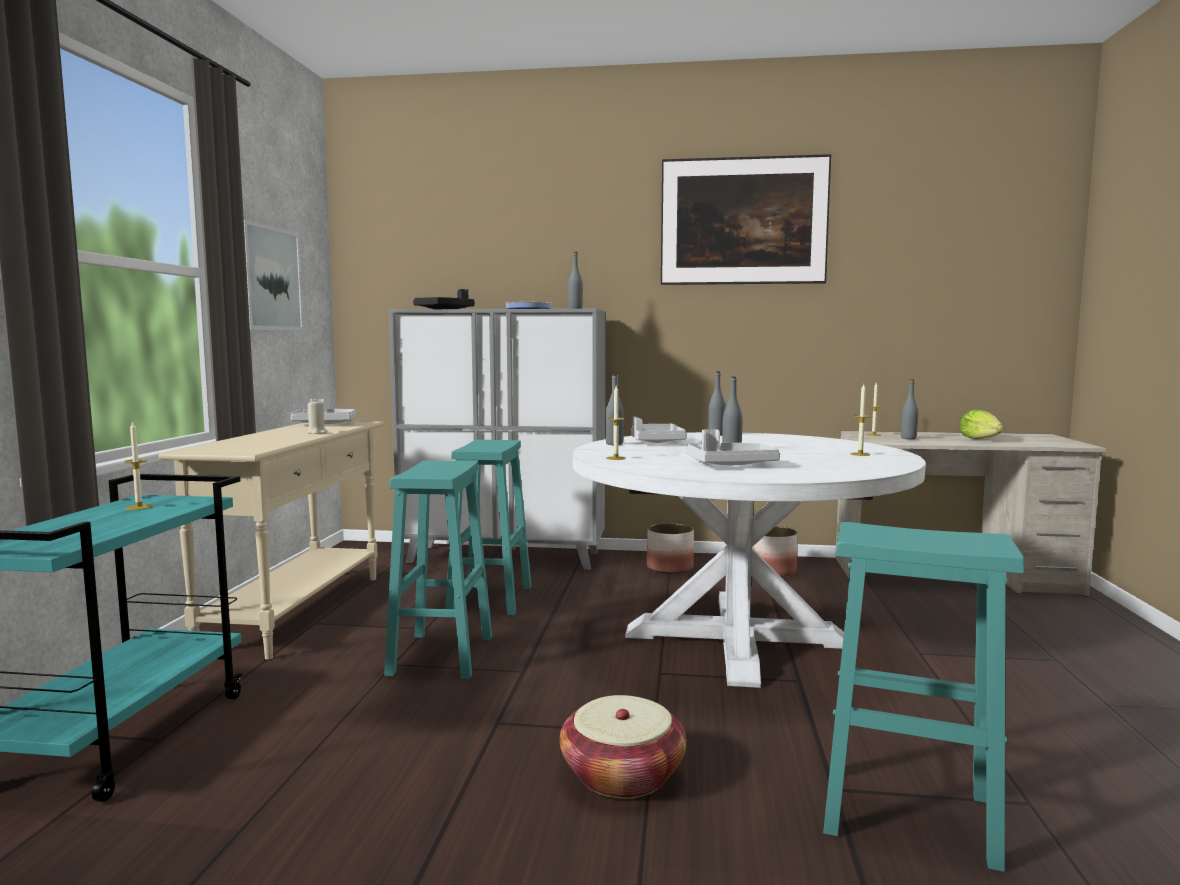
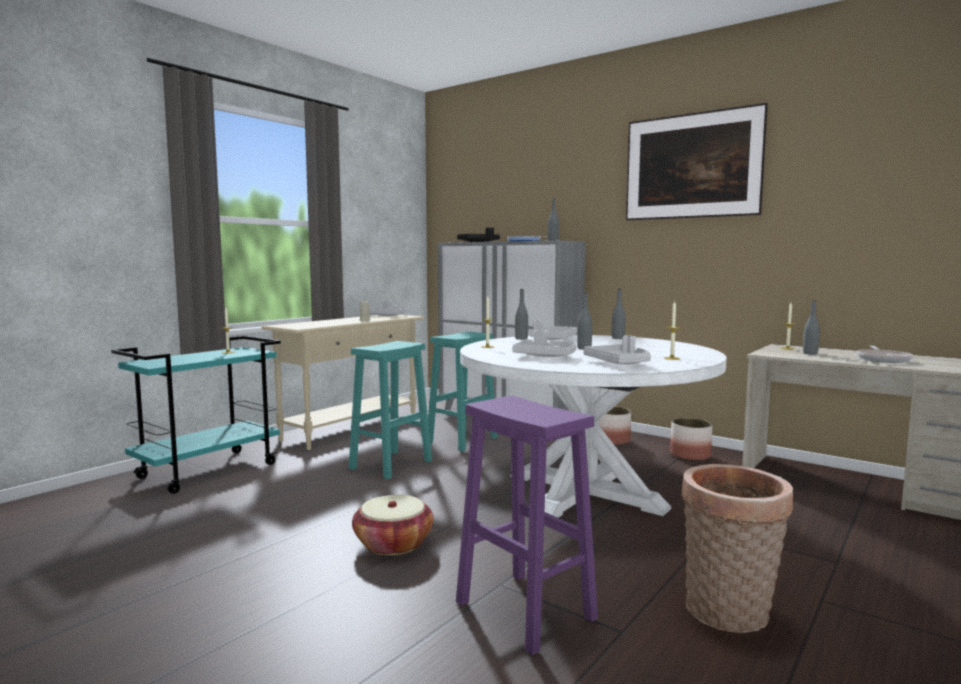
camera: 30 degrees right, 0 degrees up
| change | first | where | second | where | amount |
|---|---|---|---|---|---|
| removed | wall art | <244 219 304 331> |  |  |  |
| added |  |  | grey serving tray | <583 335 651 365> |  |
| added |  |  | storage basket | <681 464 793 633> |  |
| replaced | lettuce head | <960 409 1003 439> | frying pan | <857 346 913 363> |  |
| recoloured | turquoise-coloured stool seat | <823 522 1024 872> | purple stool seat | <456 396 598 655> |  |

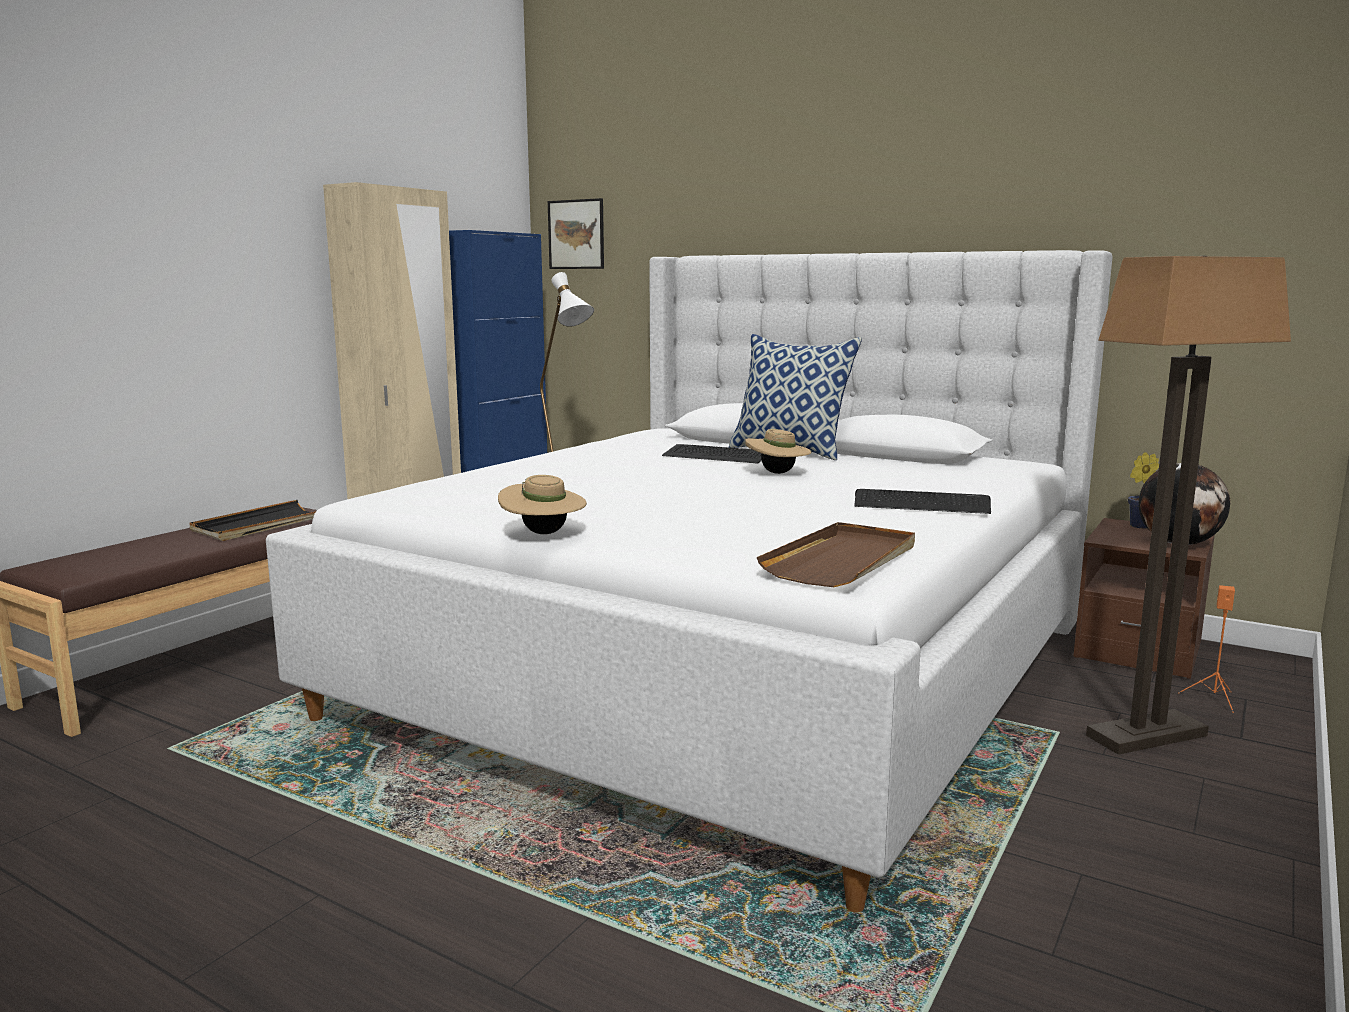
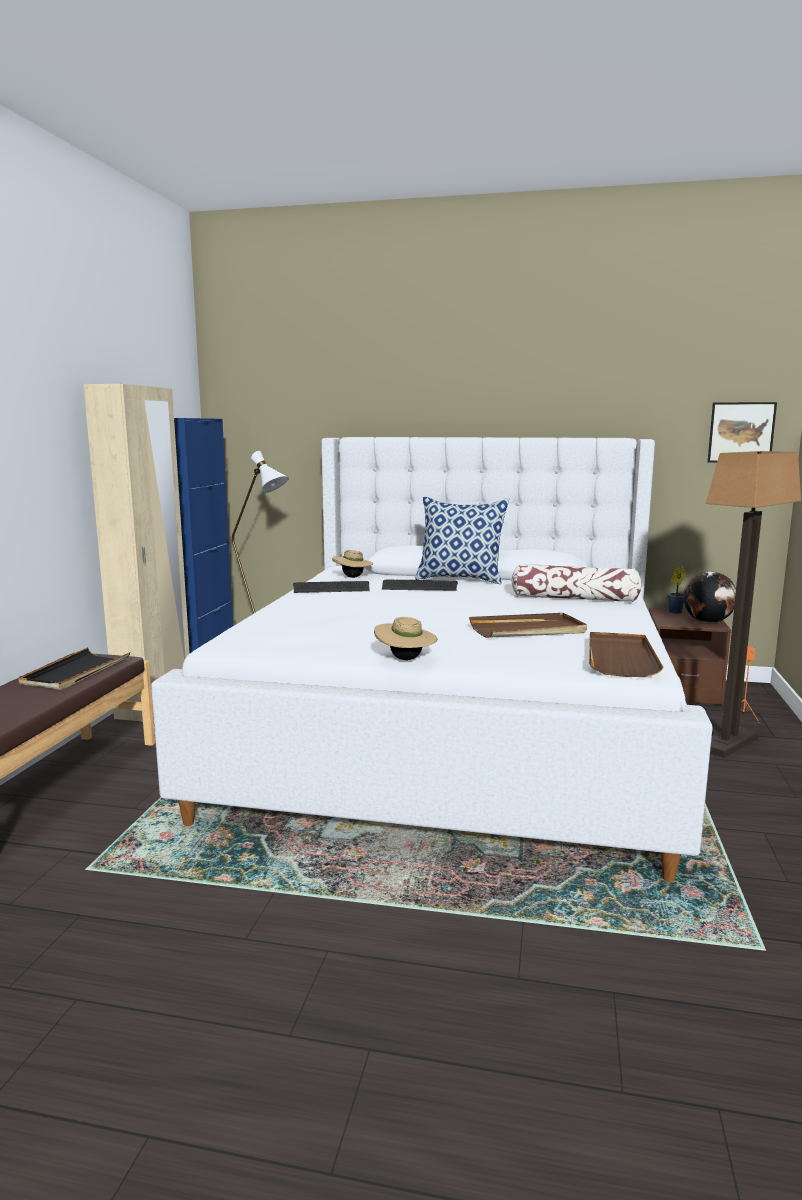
camera: 20 degrees left, 0 degrees up
| change | first | where | second | where | amount |
|---|---|---|---|---|---|
| added |  |  | brownish serving tray | <469 613 587 638> |  |
| added |  |  | throw pillow | <512 564 642 602> |  |
| moved | wall art | <548 198 604 269> |  | <708 402 777 463> |  |
| moved | sand-coloured hat | <745 429 812 474> |  | <332 550 373 578> |  |
| moved | keyboard | <854 489 991 514> |  | <293 581 370 593> |  |

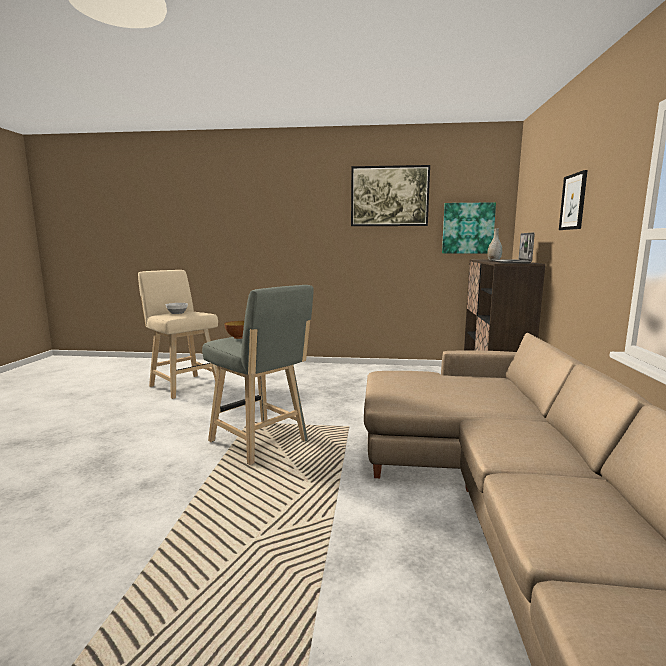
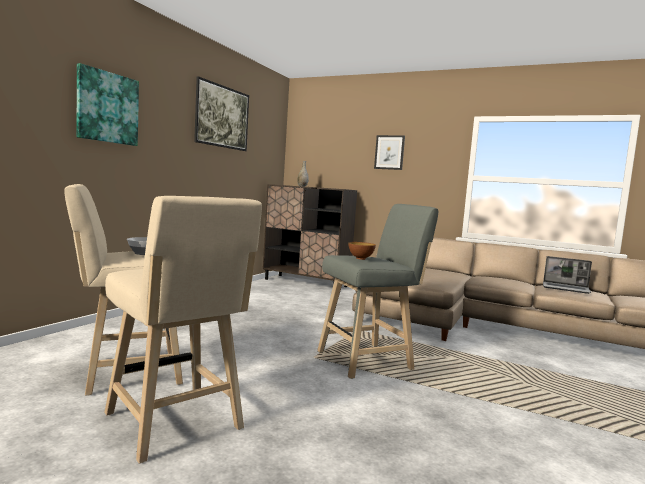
camera: 70 degrees left, 5 degrees down
| change | first | where | second | where | amount |
|---|---|---|---|---|---|
| added |  |  | sand-coloured stool seat | <105 196 262 464> |  |
| moved | wall art | <442 202 496 253> |  | <77 63 139 146> |  |
| moved | notebook computer | <492 232 535 264> |  | <543 256 592 294> |  |

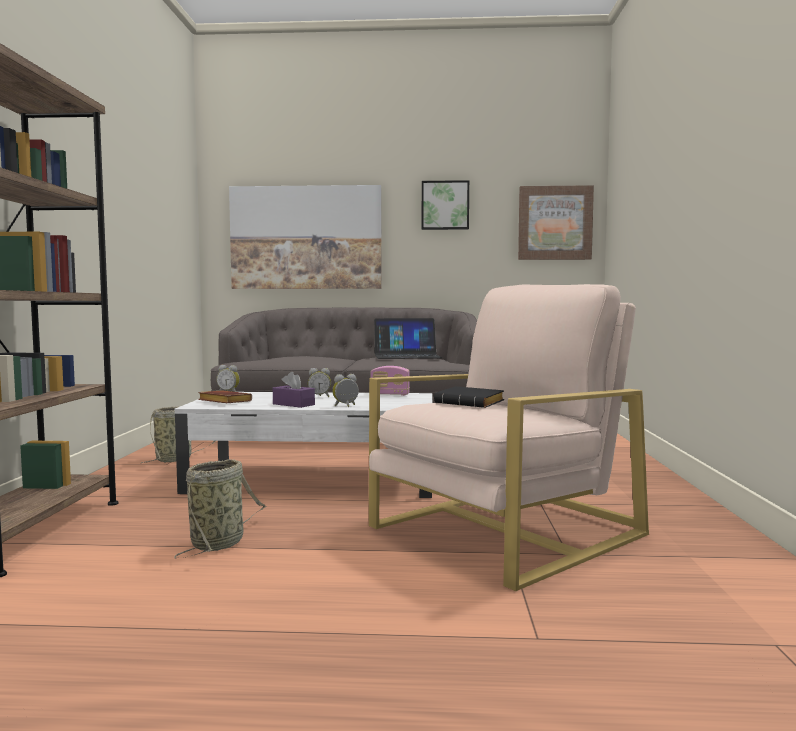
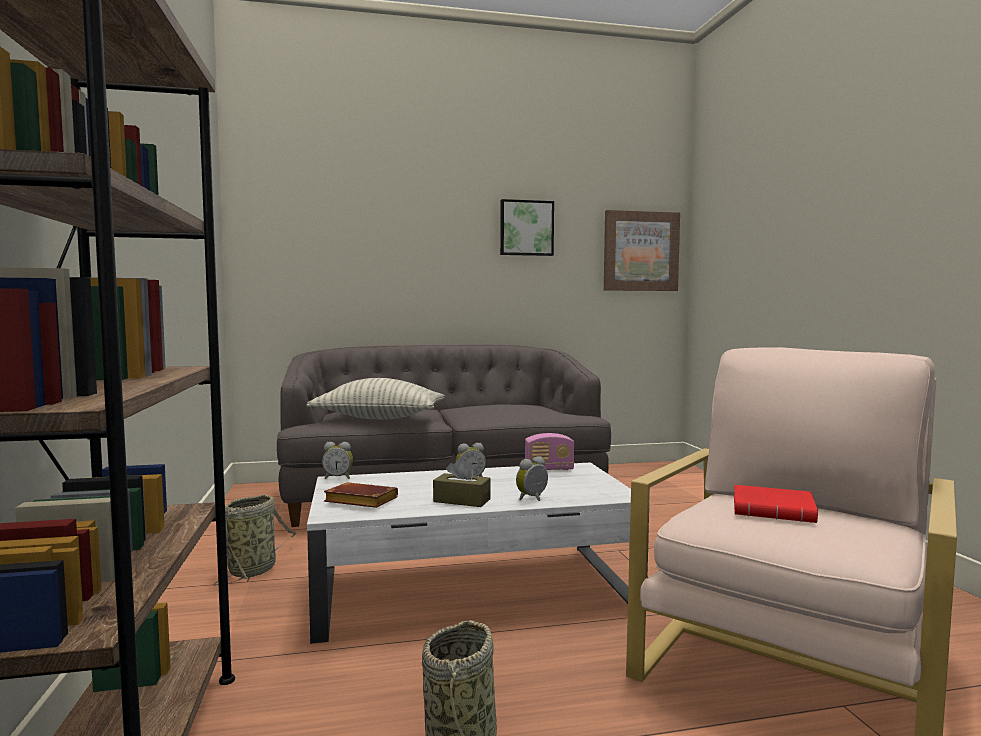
camera: 15 degrees left, 0 degrees up
| change | first | where | second | where | amount |
|---|---|---|---|---|---|
| removed | wall art | <229 185 382 289> |  |  |  |
| removed | notebook computer | <374 318 442 359> |  |  |  |
| added |  |  | throw pillow | <306 378 445 419> |  |
| recoloured | purple box of tissues | <273 372 315 408> | brownish box of tissues | <433 458 491 507> |  |
| recoloured | blackish bound book | <434 386 504 408> | reddish bound book | <734 485 818 523> |  |

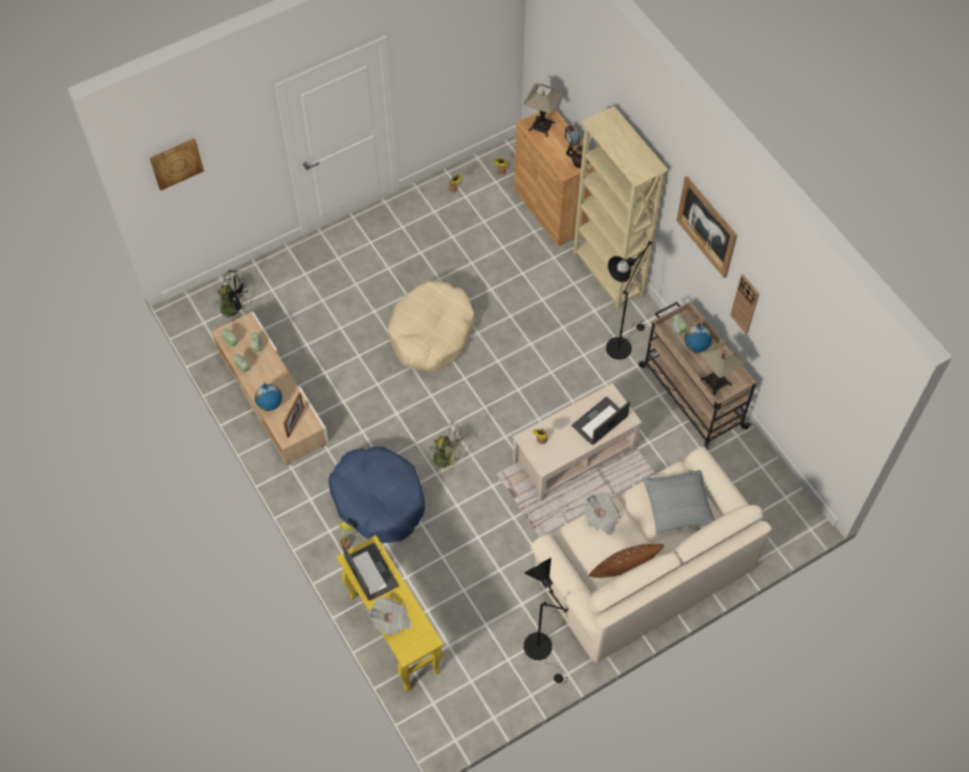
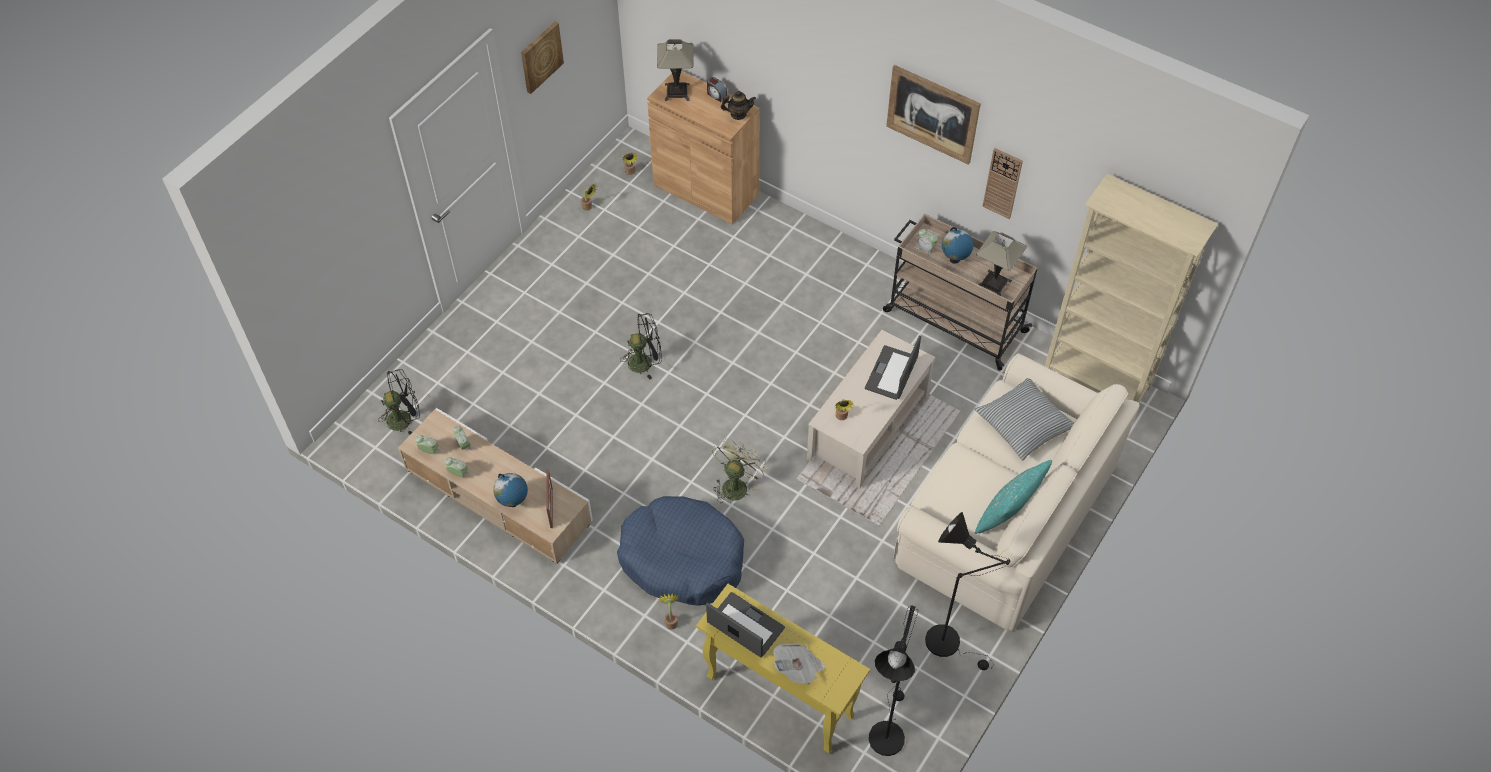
camera: 25 degrees left, 5 degrees down
| change | first | where | second | where | amount |
|---|---|---|---|---|---|
| removed | newspaper | <583 492 621 535> |  |  |  |
| moved | wall art | <150 139 204 190> |  | <521 22 564 94> |  |
| moved | sand-coloured bookshelf | <573 106 668 310> |  | <1045 174 1218 403> |  |
| moved | blackish standing lamp | <606 240 652 360> |  | <869 605 918 756> |  |
| replaced | sand-coloured dog bed | <388 281 476 372> | blackish cooling fan | <620 313 662 380> |  |
| recoloured | brownish throw pillow | <588 544 664 578> | turquoise-coloured throw pillow | <975 460 1052 534> |  |
| turned | green-coloured cooling fan | <431 422 467 476> |  | <712 438 767 502> | 60 degrees counterclockwise |

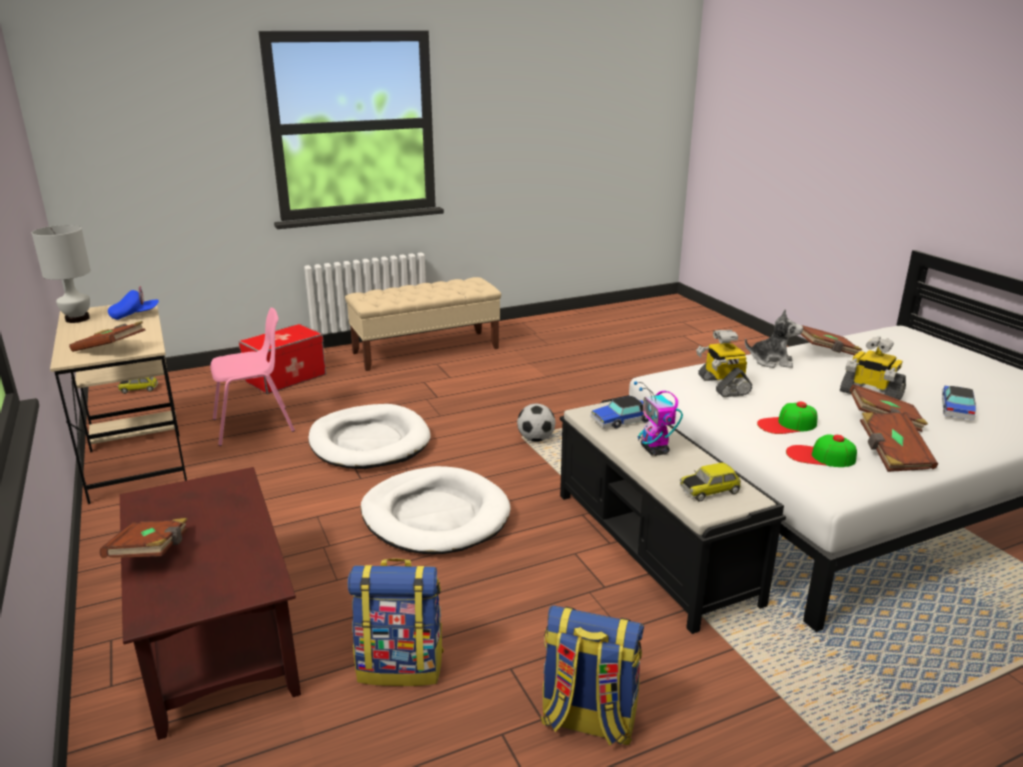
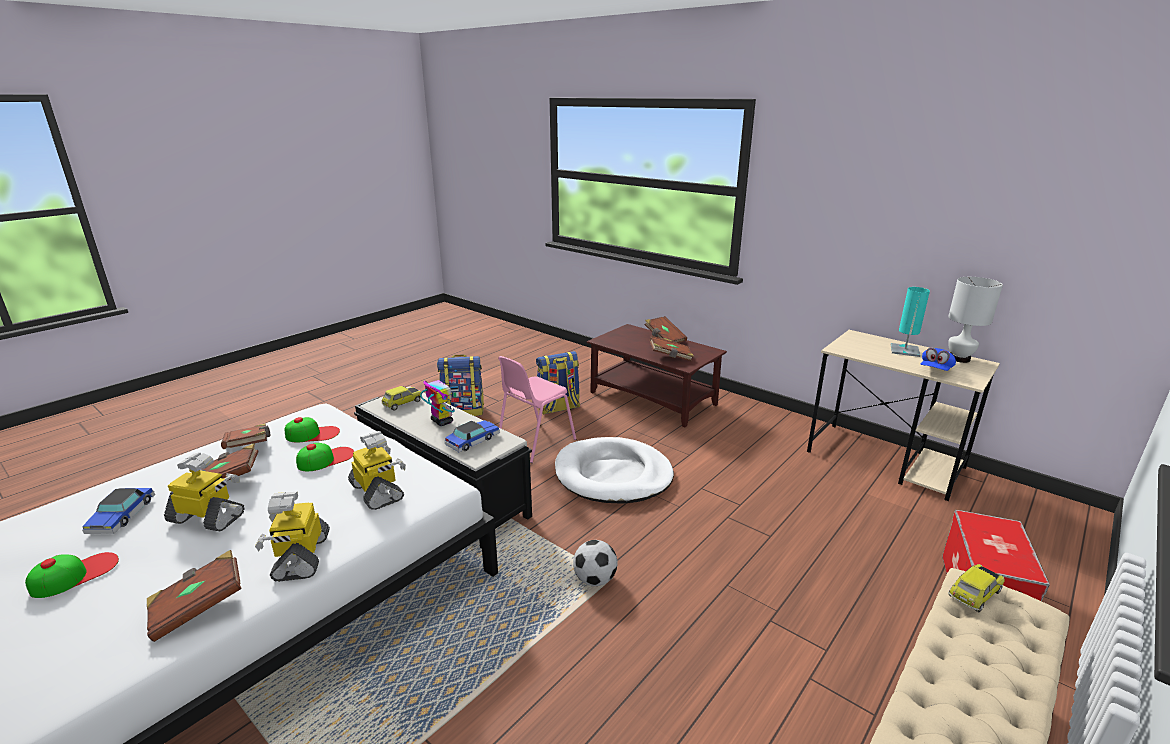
camera: 155 degrees right, 0 degrees up
| change | first | where | second | where | amount |
|---|---|---|---|---|---|
| removed | white-coloured dog bed | <308 404 430 469> |  |  |  |
| added |  |  | baseball cap | <25 552 119 598> |  |
| added |  |  | turquoise-coloured tabletop lamp | <891 287 930 357> |  |
| moved | brownish bound book | <69 321 146 352> |  | <650 336 694 361> |  |
| moved | miniature car | <118 377 158 394> |  | <948 564 1005 612> |  |
| moved | pink plain chair | <210 308 295 446> |  | <498 356 576 463> |  |
| replaced | plush toy | <745 309 803 368> | toy robot | <255 492 330 582> |  |

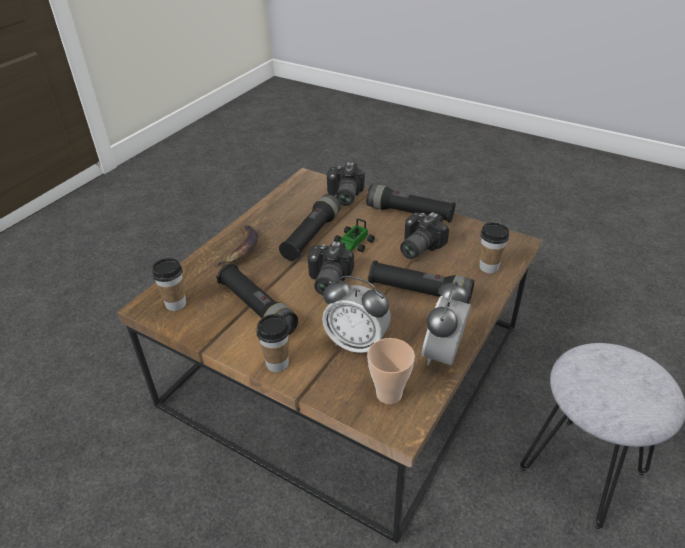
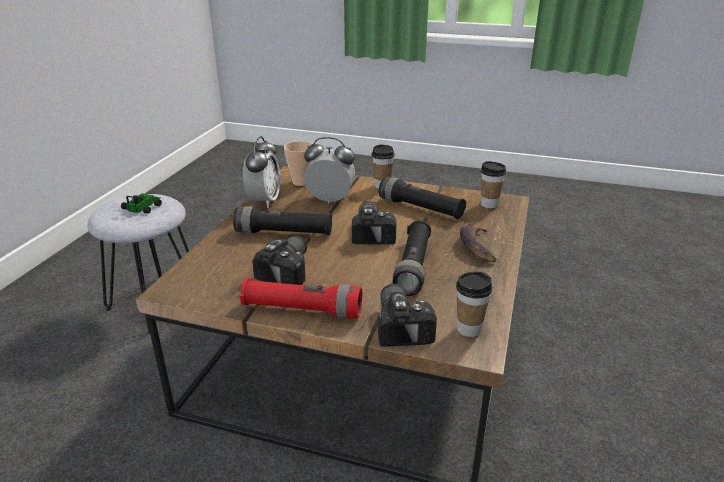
camera: 165 degrees right, 10 degrees down
| change | first | where | second | where | amount |
|---|---|---|---|---|---|
| moved | miniature car | <334 218 375 252> |  | <121 193 162 214> |  |
| moved | cup | <480 222 509 273> |  | <456 272 492 337> |  |
| recoloured | blackish flashlight | <366 184 456 222> | reddish flashlight | <240 278 362 319> |  |

